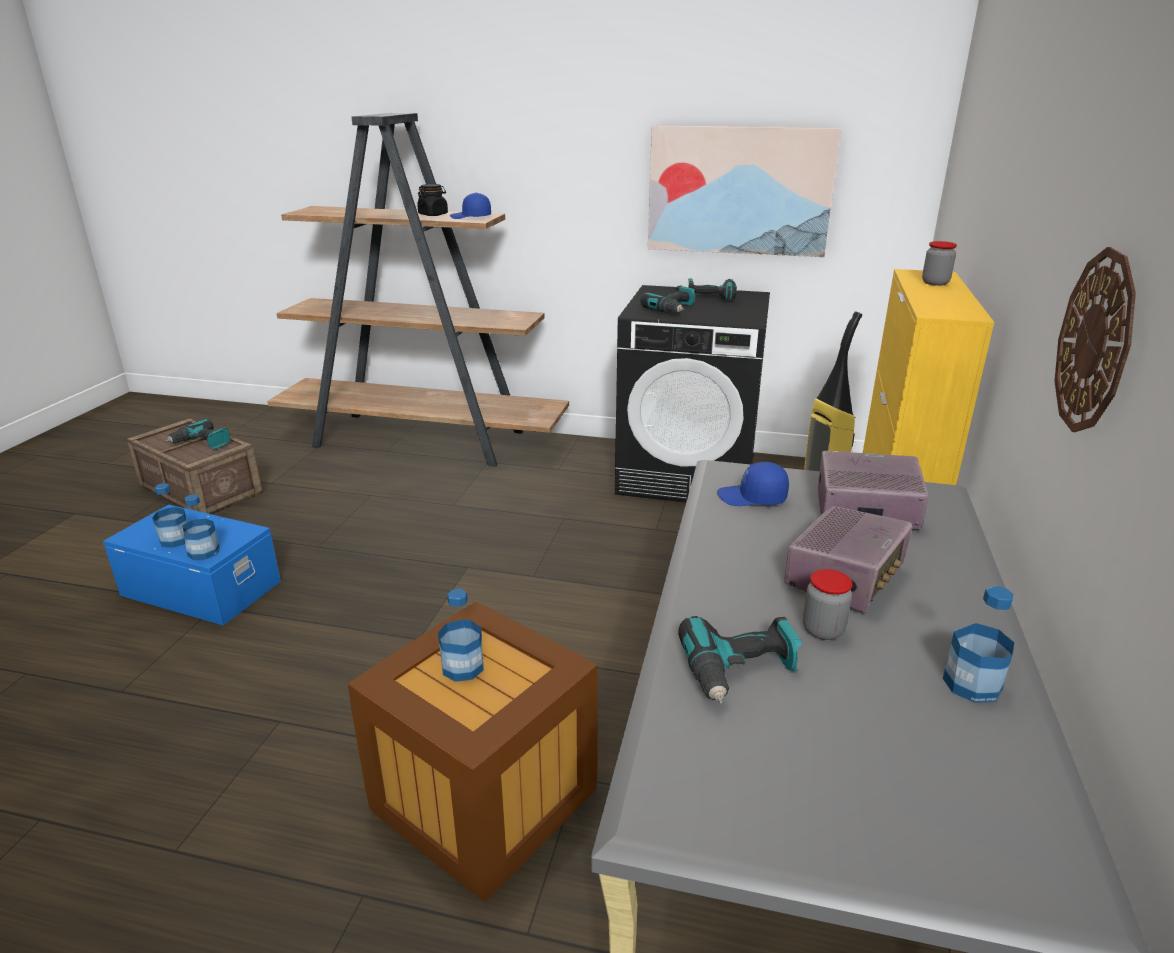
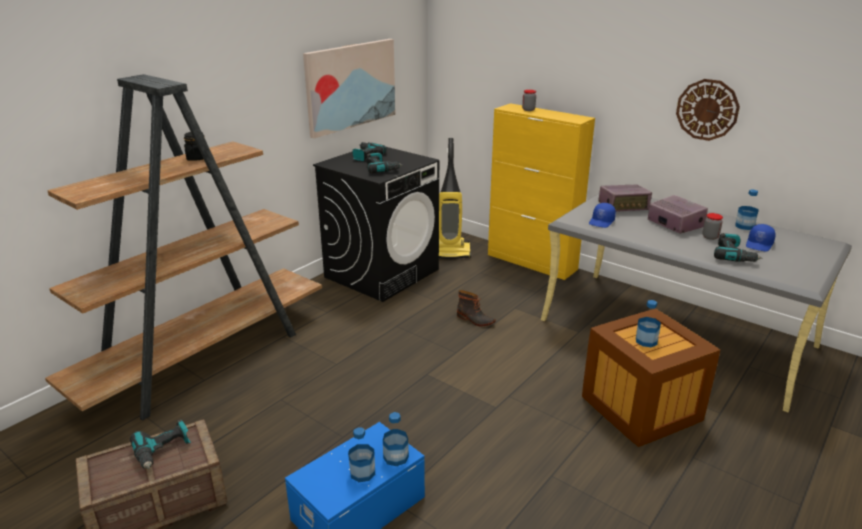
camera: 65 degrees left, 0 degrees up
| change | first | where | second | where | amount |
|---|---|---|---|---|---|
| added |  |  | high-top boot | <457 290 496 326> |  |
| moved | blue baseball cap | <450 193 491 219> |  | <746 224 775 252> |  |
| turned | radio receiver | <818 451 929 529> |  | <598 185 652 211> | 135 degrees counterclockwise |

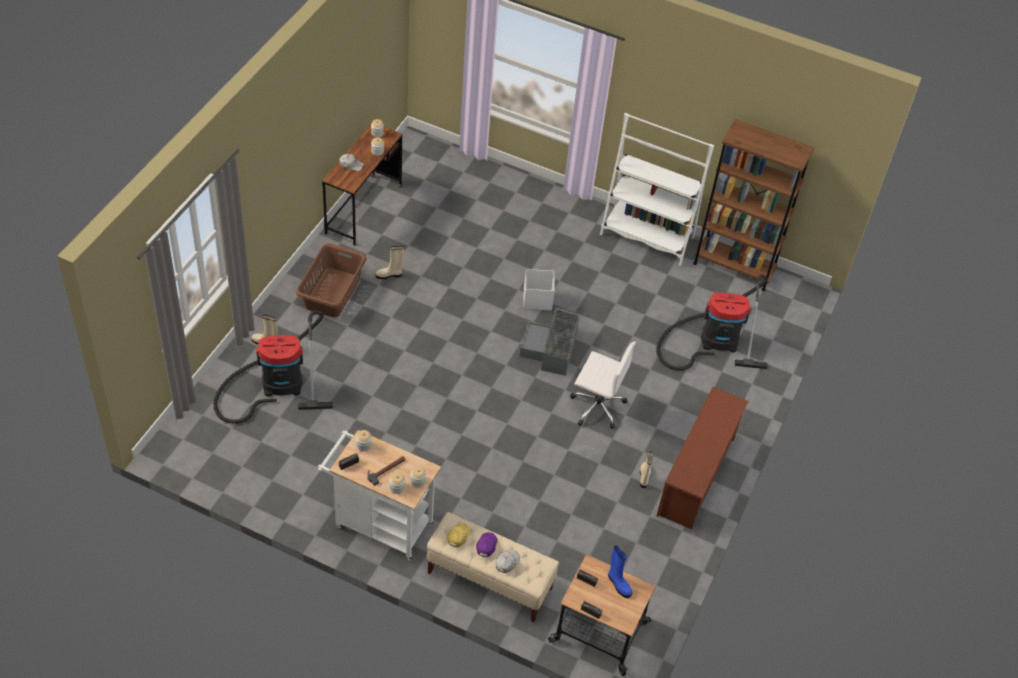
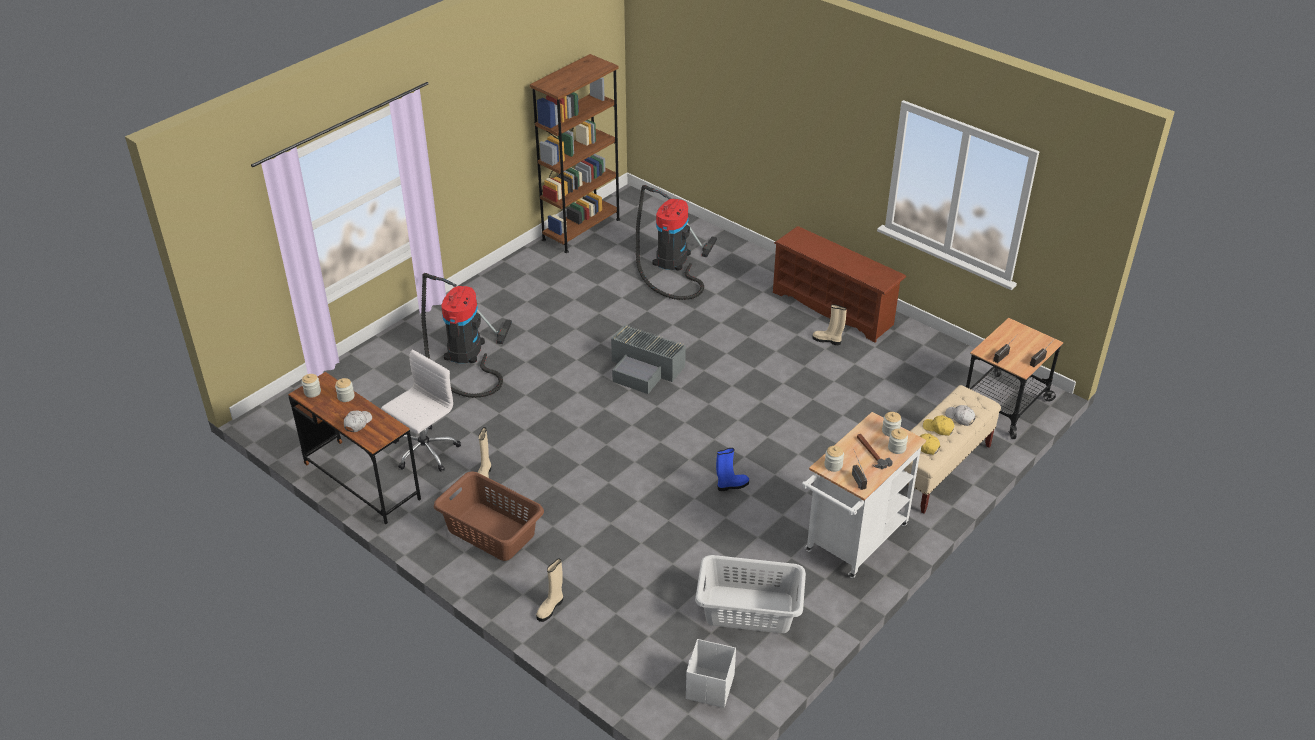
camera: 70 degrees left, 10 degrees down
| change | first | where | second | where | amount |
|---|---|---|---|---|---|
| removed | white-coloured bookshelf | <600 113 714 266> |  |  |  |
| added |  |  | grey washing basket | <695 555 806 633> |  |
| moved | hoover | <213 310 333 424> |  | <421 273 512 398> |  |
| moved | white-coloured storage bin | <524 269 555 310> |  | <686 639 736 708> |  |
| moved | white-coloured desk chair | <570 341 636 429> |  | <381 349 461 472> |  |
| moved | blue high-top boot | <608 546 633 598> |  | <716 448 749 491> |  |
| recoloured | purple baseball cap | <476 532 497 557> | yellow baseball cap | <923 415 955 436> |  |

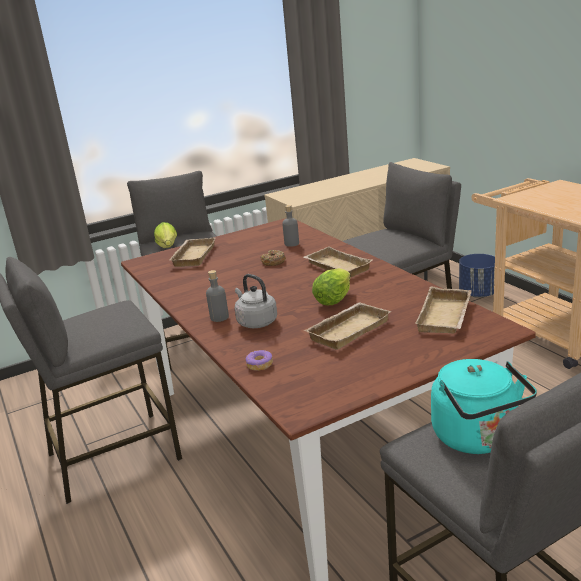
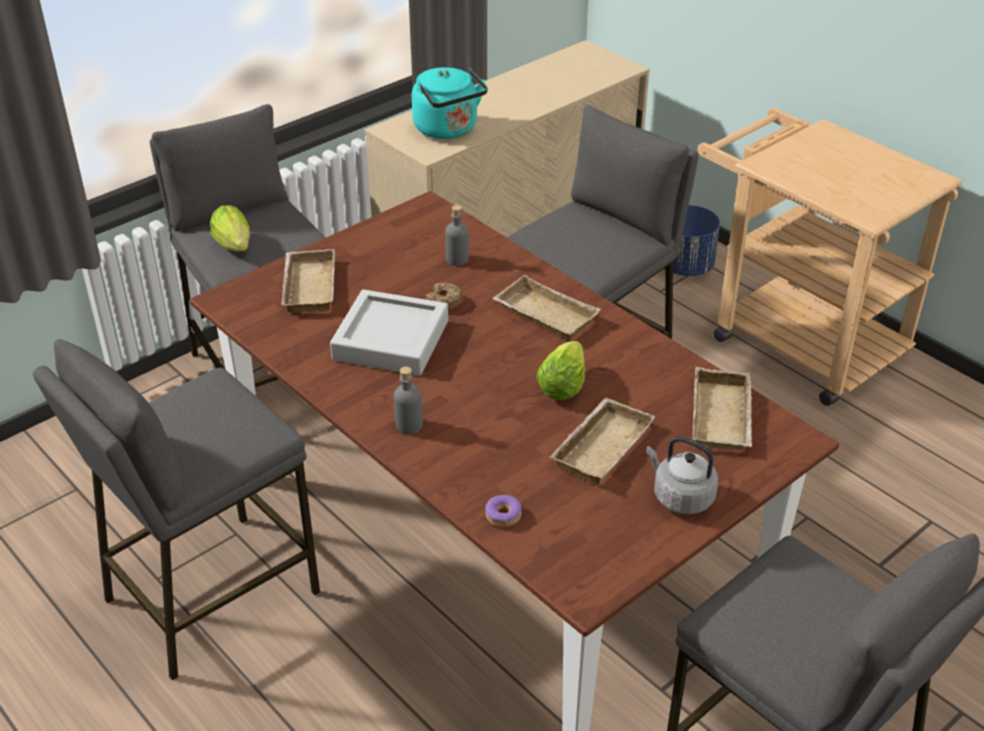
camera: 15 degrees left, 15 degrees up
| change | first | where | second | where | amount |
|---|---|---|---|---|---|
| added |  |  | grey serving tray | <330 289 448 376> |  |
| moved | grey kettle | <235 274 277 328> |  | <646 436 718 514> |  |
| moved | turquoise-coloured kettle | <431 359 537 454> |  | <412 67 488 139> |  |

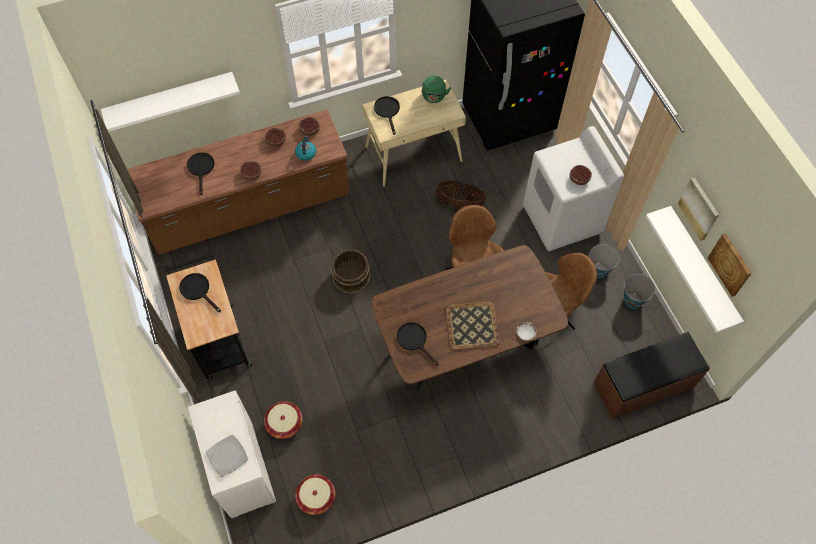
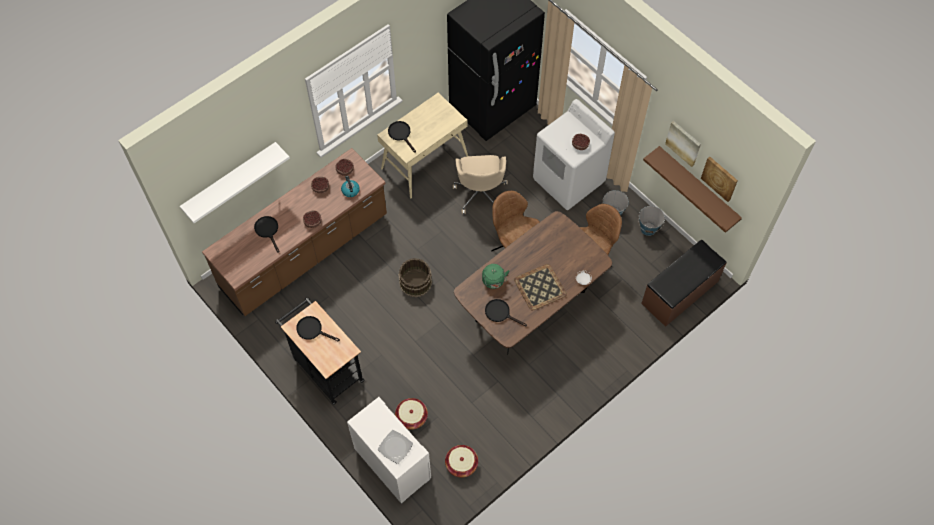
camera: 20 degrees left, 0 degrees up
| change | first | where | second | where | amount |
|---|---|---|---|---|---|
| moved | green-coloured kettle | <422 76 451 103> |  | <482 264 509 289> |  |
| replaced | storage basket | <435 181 486 209> | sand-coloured desk chair | <453 155 508 214> |  |
| recoloured | white-coloured wall shelf | <645 206 744 333> | brownish wall shelf | <643 146 742 233> |  |

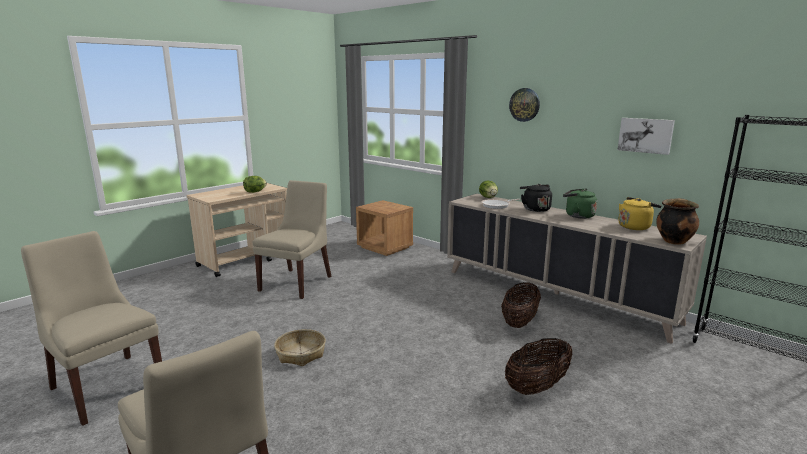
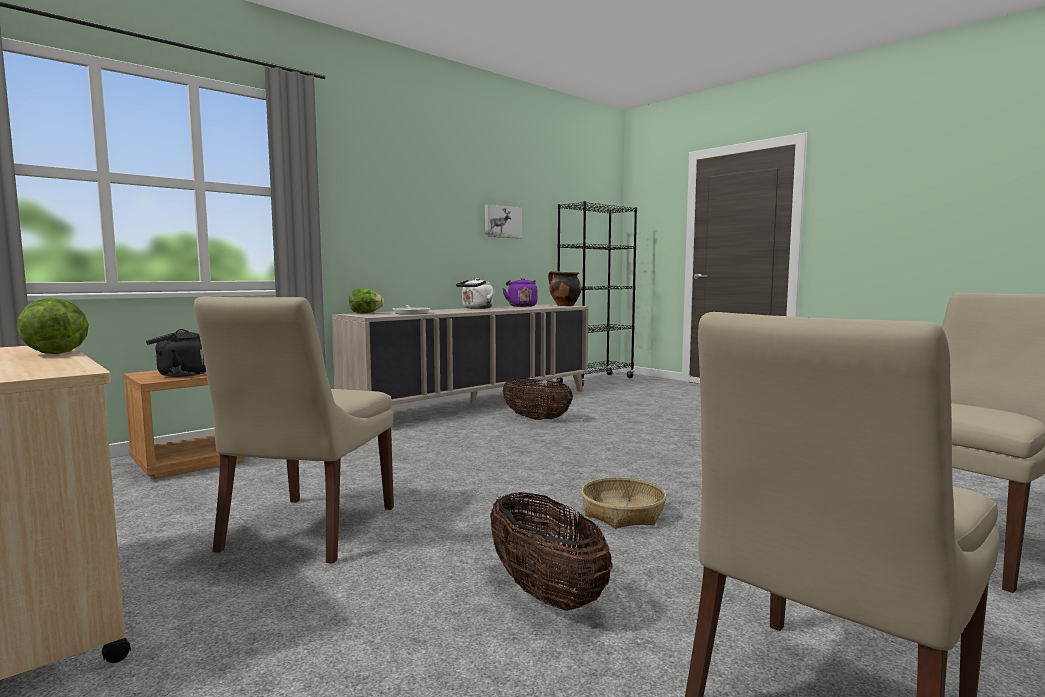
camera: 85 degrees left, 10 degrees down
| change | first | where | second | where | amount |
|---|---|---|---|---|---|
| removed | hanging clock | <509 88 540 122> |  |  |  |
| moved | storage basket | <505 338 573 395> |  | <490 492 613 611> |  |
| moved | blackish kettle | <520 184 552 212> |  | <146 329 206 377> |  |
| recoloured | green-coloured kettle | <563 189 597 219> | white-coloured kettle | <456 278 495 309> |  |
| recoloured | yellow kettle | <618 197 662 230> | purple kettle | <502 278 537 307> |  |
| turned | sand-coloured plain chair | <253 180 332 299> |  | <194 296 394 563> | 105 degrees counterclockwise |

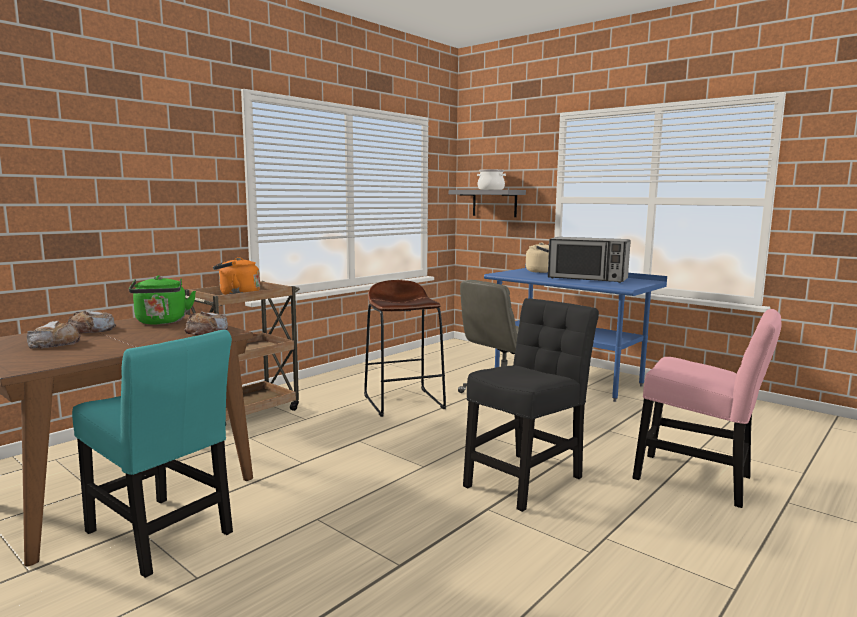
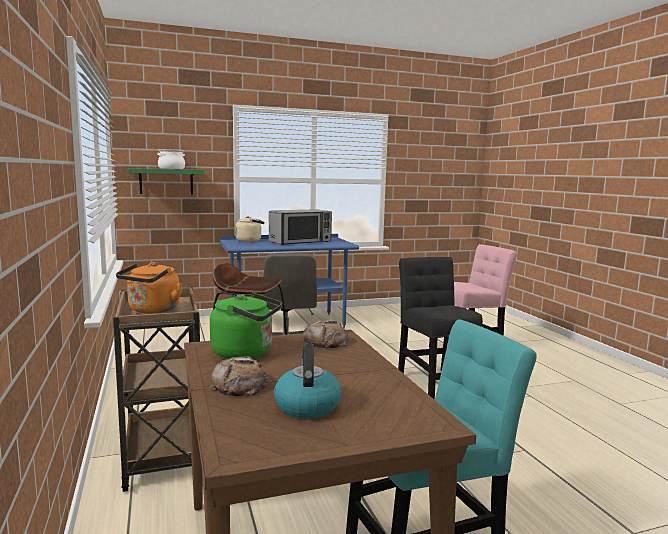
camera: 60 degrees left, 0 degrees up
| change | first | where | second | where | amount |
|---|---|---|---|---|---|
| replaced | bread | <27 321 81 349> | kettle | <274 344 341 419> |  |
| recoloured | grey wall shelf | <449 190 526 217> | green-coloured wall shelf | <127 168 204 195> |  |

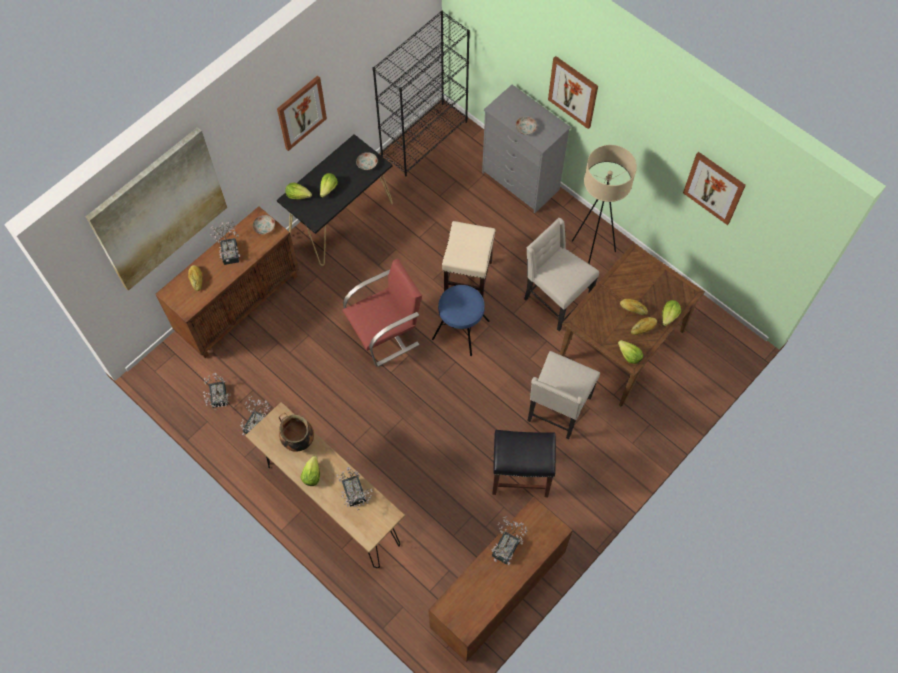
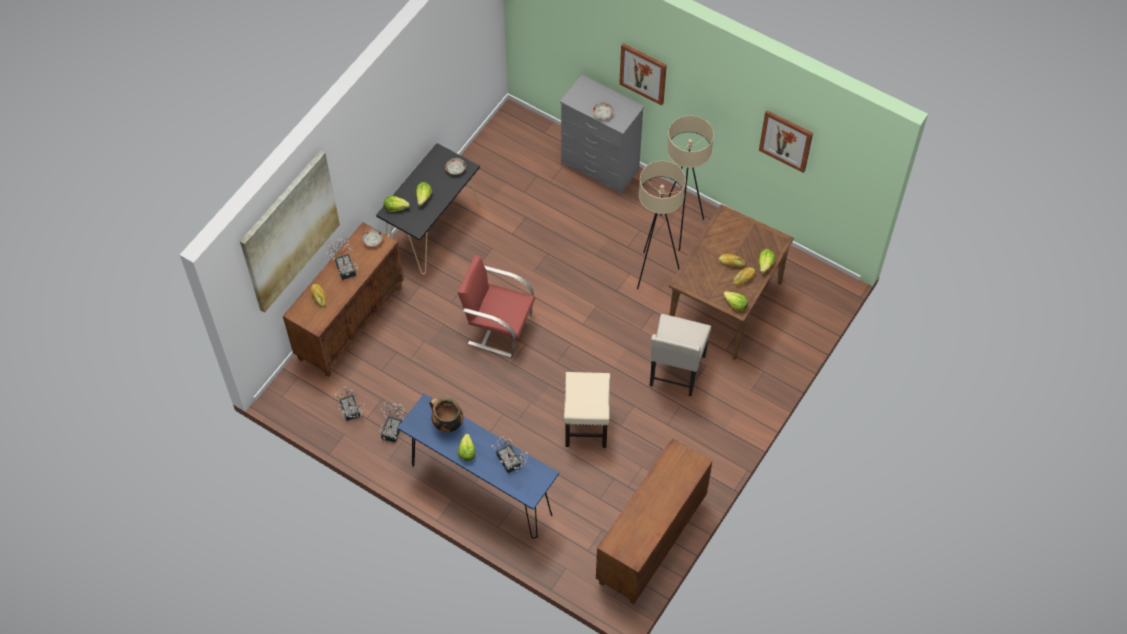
camera: 10 degrees left, 5 degrees down
| change | first | where | second | where | amount |
|---|---|---|---|---|---|
| removed | wall art | <277 75 327 151> |  |  |  |
| removed | blackish bookshelf | <372 11 470 176> |  |  |  |
| removed | blue stool seat | <432 285 490 356> |  |  |  |
| removed | blackish stool seat | <492 430 556 497> |  |  |  |
| removed | houseplant | <492 516 528 566> |  |  |  |
| moved | sand-coloured stool seat | <442 221 496 297> |  | <564 372 610 448> |  |
| replaced | sand-coloured plain chair | <524 218 599 331> | sand-coloured standing lamp | <637 161 686 289> |  |
| recoloured | brownish console table | <245 402 405 568> | blue console table | <397 394 559 539> |  |
| turned | reddish plain chair | <343 258 422 367> |  | <457 255 535 358> | 120 degrees counterclockwise |

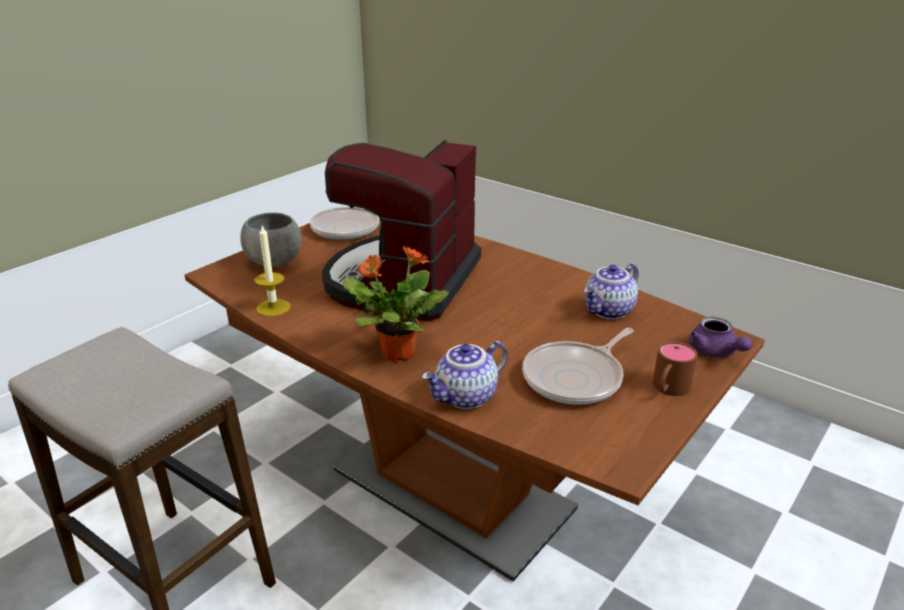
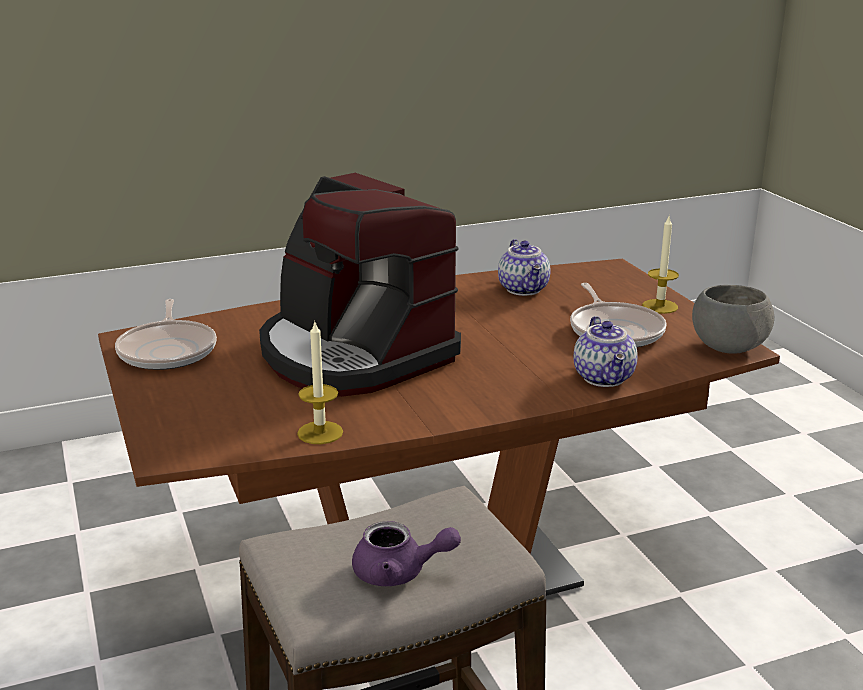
camera: 60 degrees left, 5 degrees down
| change | first | where | second | where | amount |
|---|---|---|---|---|---|
| removed | houseplant | <344 245 449 362> |  |  |  |
| moved | grey serving bowl | <240 212 302 267> |  | <692 285 774 354> |  |
| moved | purple tea pot | <689 317 752 357> |  | <352 521 461 586> |  |
| replaced | brownish coffee mug | <653 342 698 396> | wax light | <642 216 679 314> |  |

